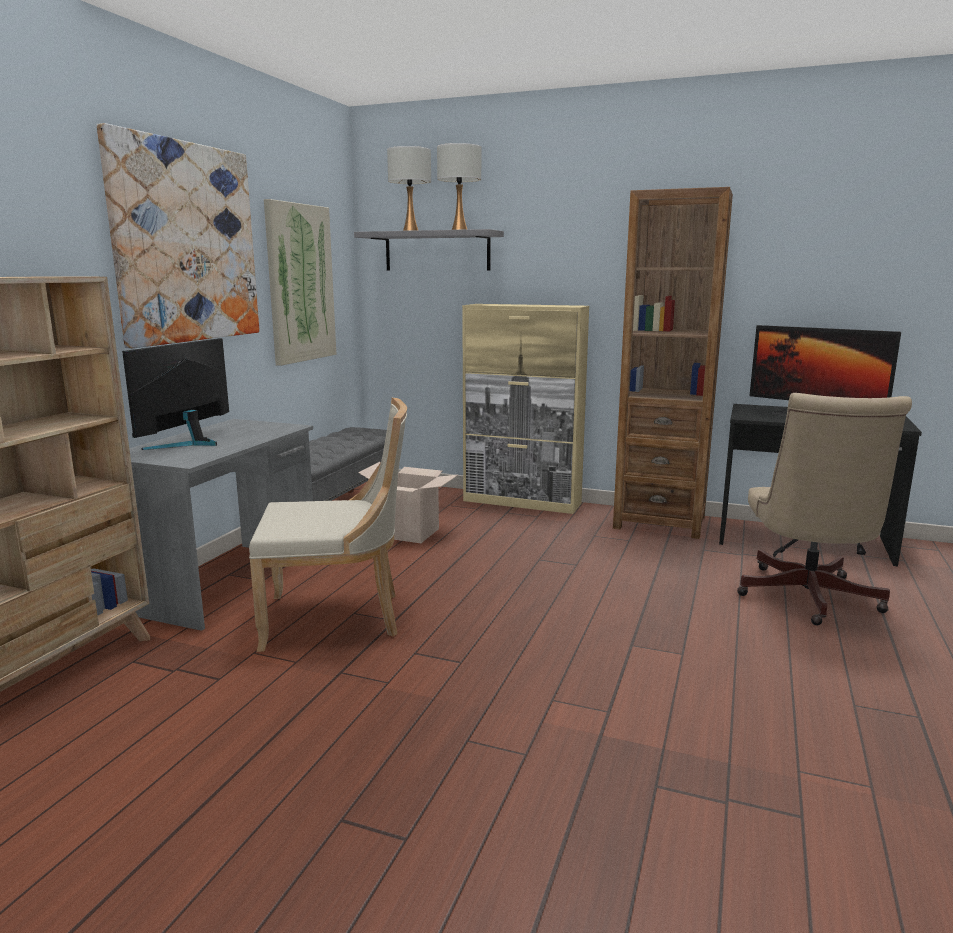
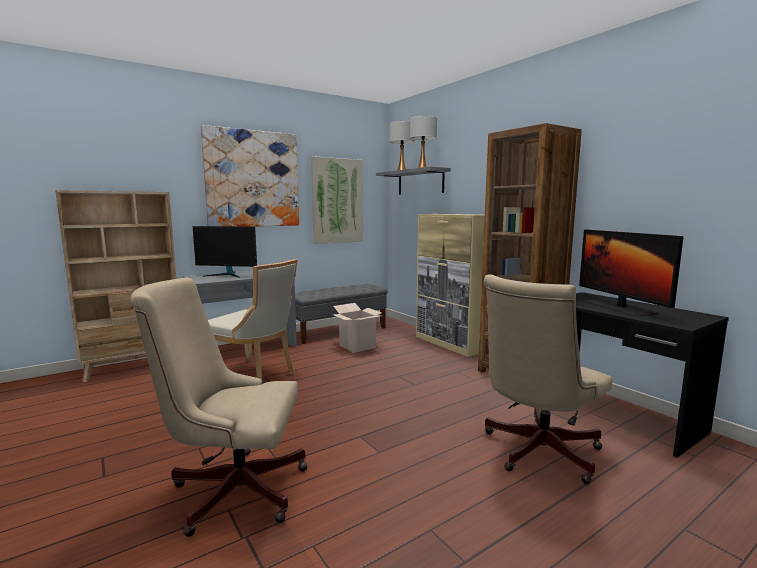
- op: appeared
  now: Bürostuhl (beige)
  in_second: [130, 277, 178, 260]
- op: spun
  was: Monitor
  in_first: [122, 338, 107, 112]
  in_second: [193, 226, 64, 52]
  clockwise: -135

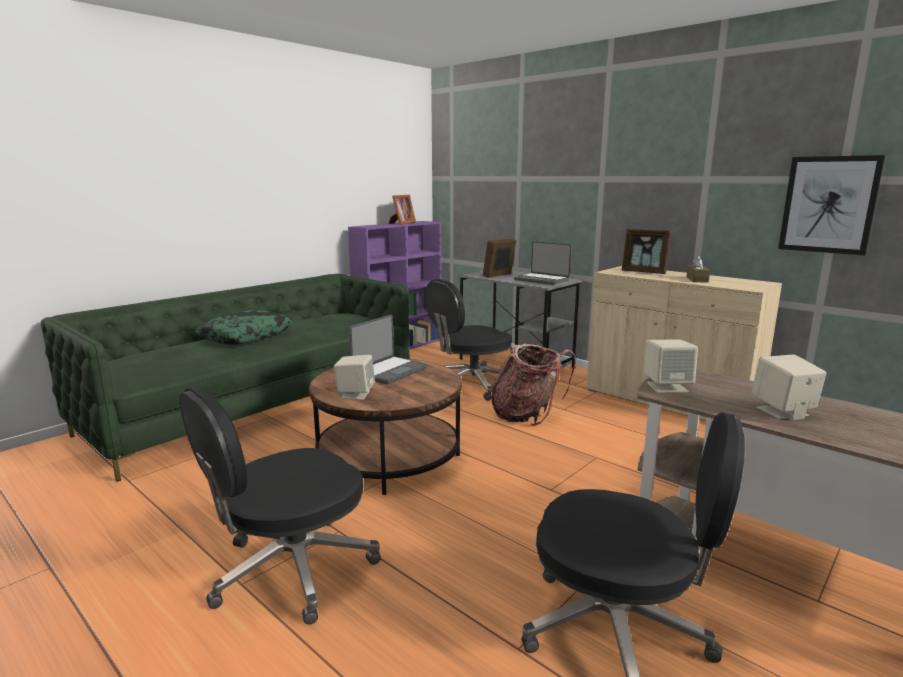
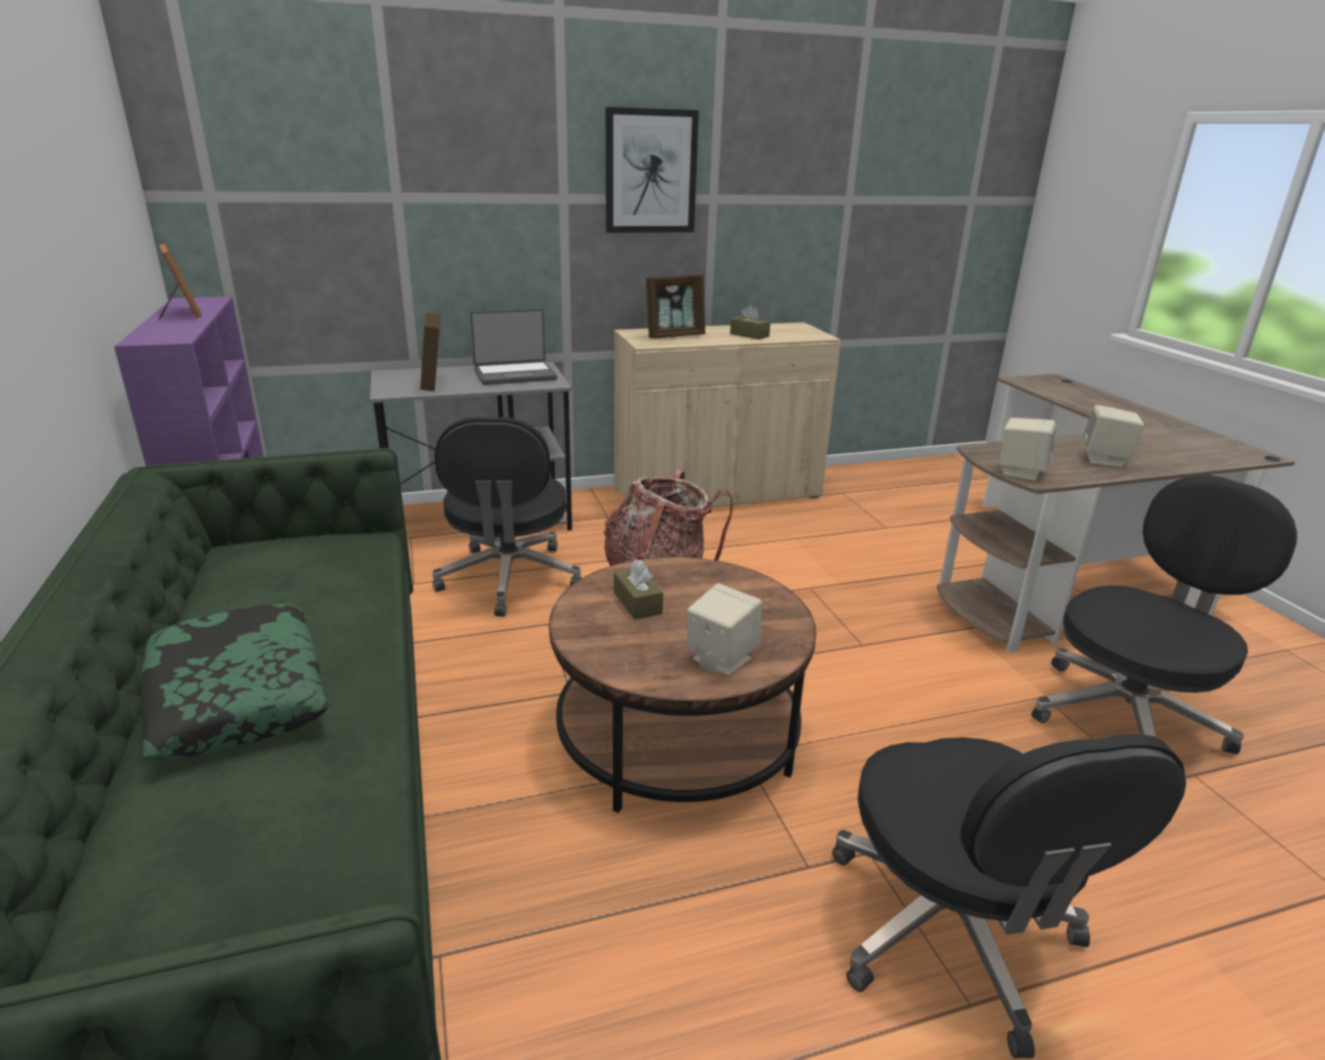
- op: relocated
  was: Bild
  in_first: [778, 155, 107, 100]
  in_second: [606, 107, 93, 126]
- op: exchanged
  was: Laptop
  now: Taschentuchbox (braun)
  in_first: [349, 315, 78, 69]
  in_second: [614, 559, 49, 61]

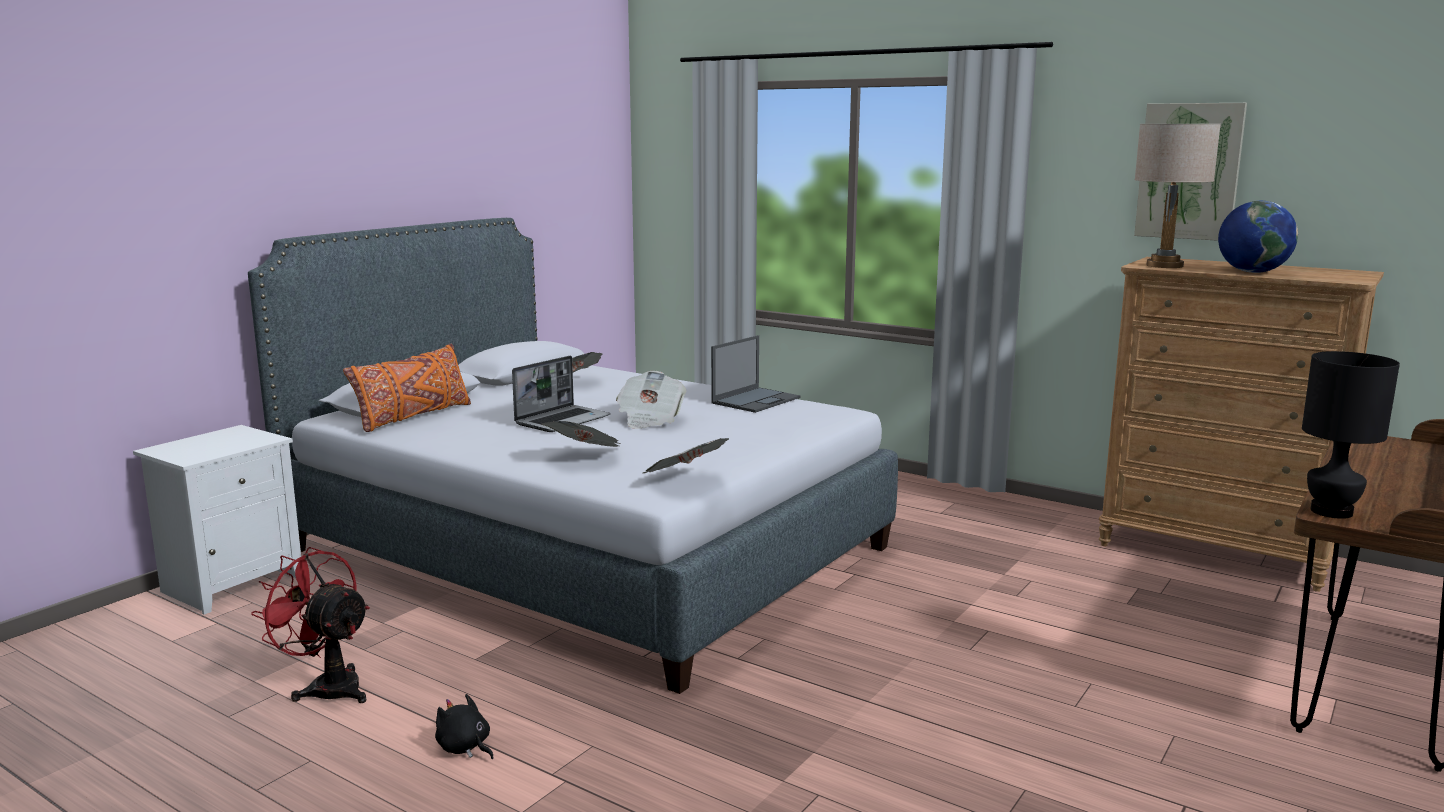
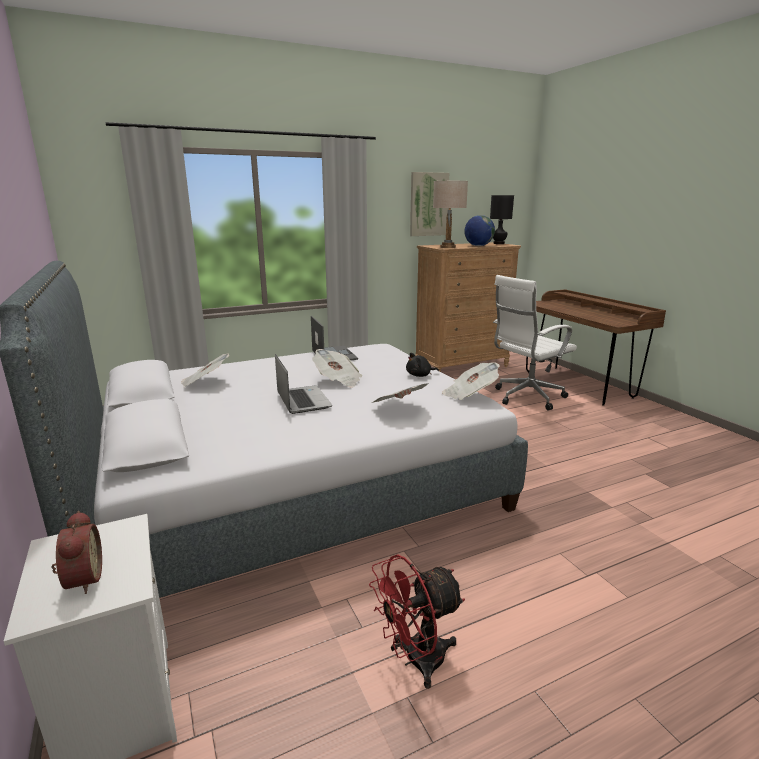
- op: missing
  was: Kissen (orange)
  in_first: [343, 344, 128, 88]
- op: appeared
  now: Wecker
  in_second: [52, 511, 50, 83]
- op: appeared
  now: Bürostuhl (weiß)
  in_second: [493, 275, 84, 136]
- op: relocated
  was: Plüschtier (schwarz)
  in_first: [435, 694, 59, 65]
  in_second: [406, 353, 33, 24]
- op: relocated
  was: Tischlampe (schwarz)
  in_first: [1302, 351, 98, 168]
  in_second: [490, 195, 24, 49]

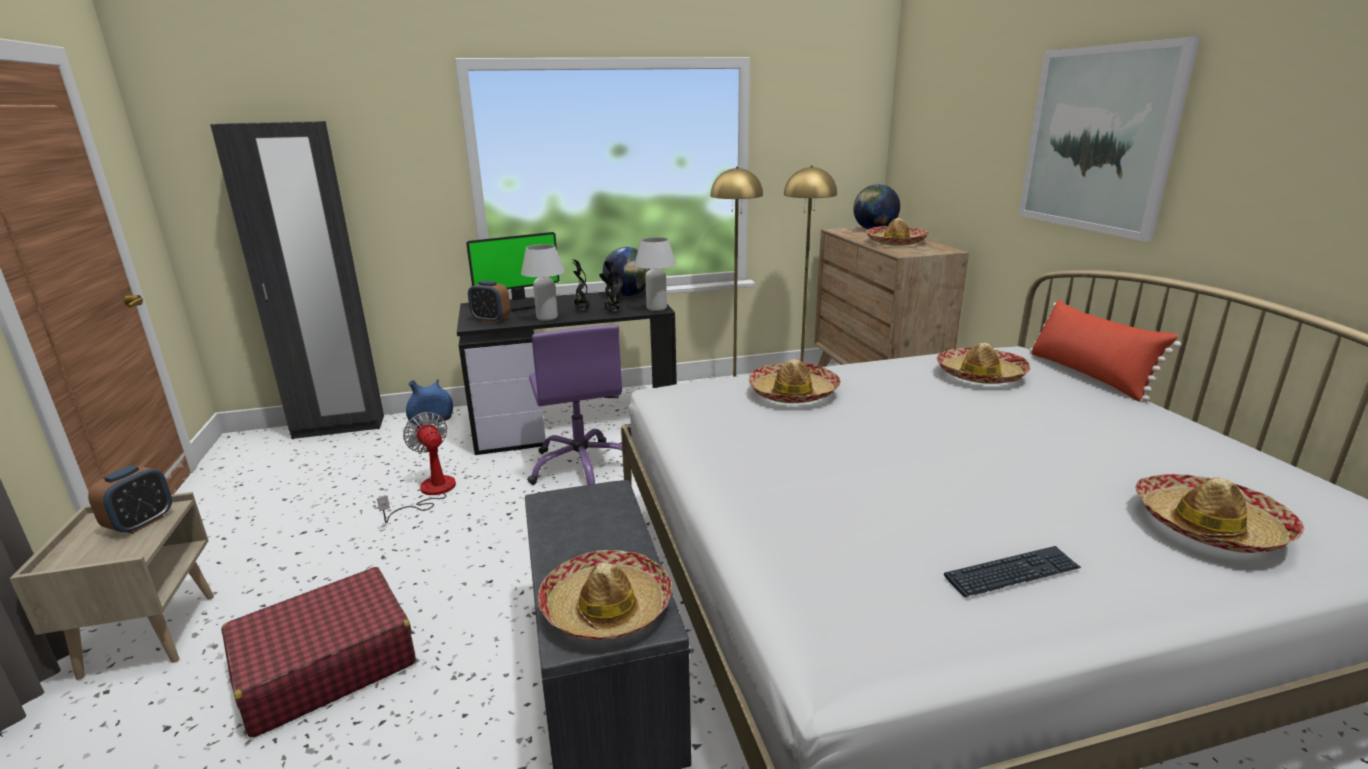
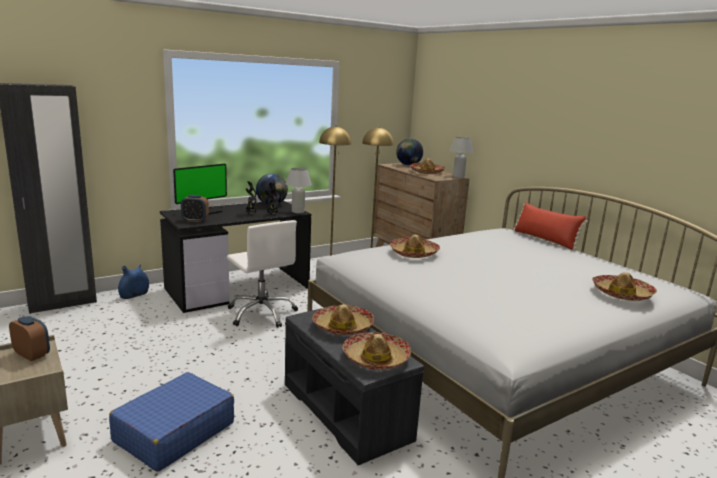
- op: missing
  was: Ventilator
  in_first: [377, 412, 79, 111]
- op: missing
  was: Tastatur
  in_first: [944, 546, 137, 51]
- op: missing
  was: Bild
  in_first: [1018, 37, 182, 204]
- op: relocated
  was: Tischlampe (weiß)
  in_first: [521, 244, 44, 77]
  in_second: [450, 137, 23, 41]
- op: relocated
  was: Hut
  in_first: [937, 343, 93, 41]
  in_second: [312, 304, 62, 31]
- op: colour
  was: Koffer (rot)
  now: Koffer (blau)
  in_first: [221, 567, 195, 171]
  in_second: [109, 372, 125, 100]
- op: colour
  was: Bürostuhl (lila)
  now: Bürostuhl (weiß)
  in_first: [527, 325, 95, 160]
  in_second: [227, 220, 71, 108]
- op: spun
  was: Wecker
  in_first: [88, 465, 84, 69]
  in_second: [9, 316, 41, 45]
  clockwise: -60

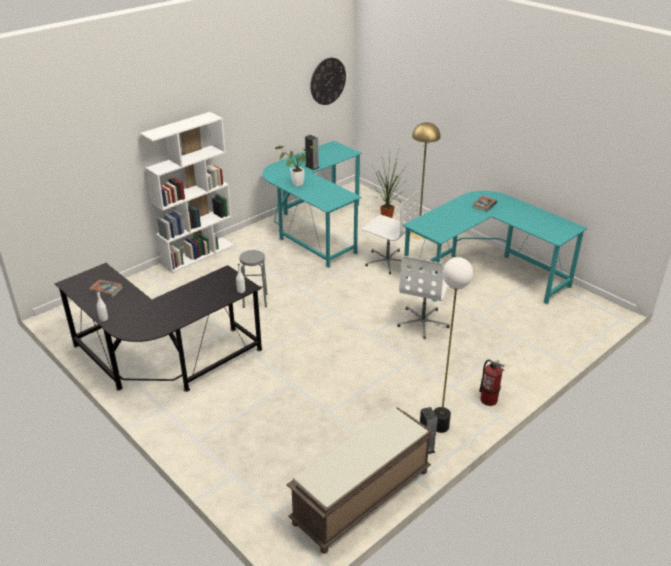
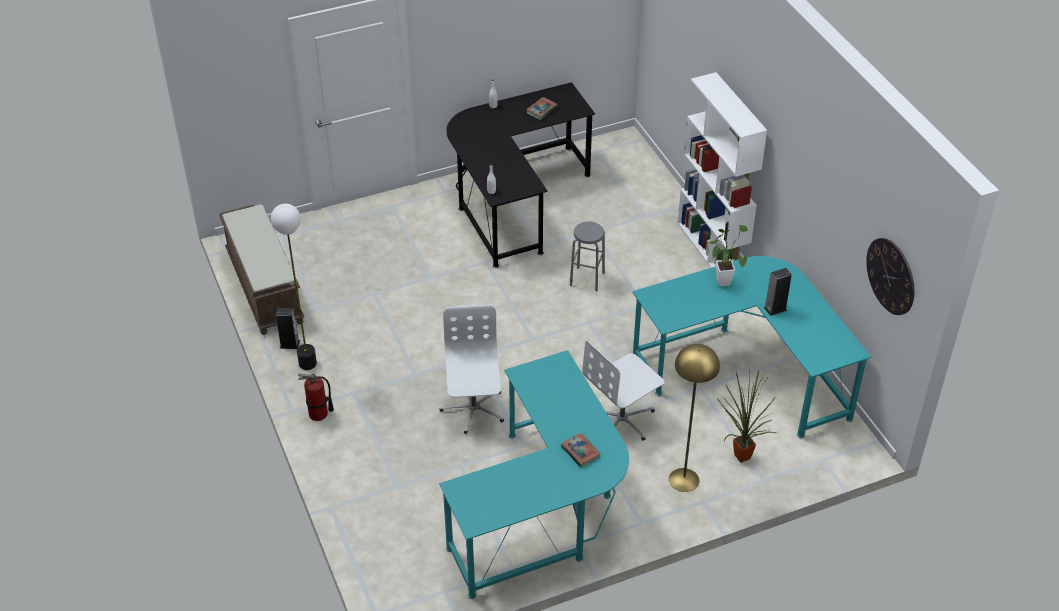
- op: spun
  was: Bürostuhl (weiß)
  in_first: [397, 256, 53, 83]
  in_second: [439, 304, 65, 130]
  clockwise: 45

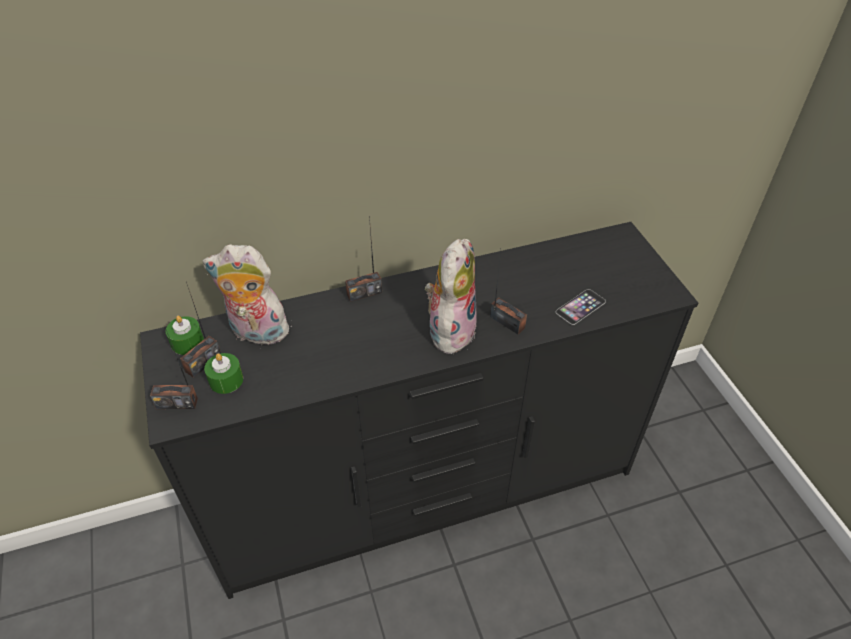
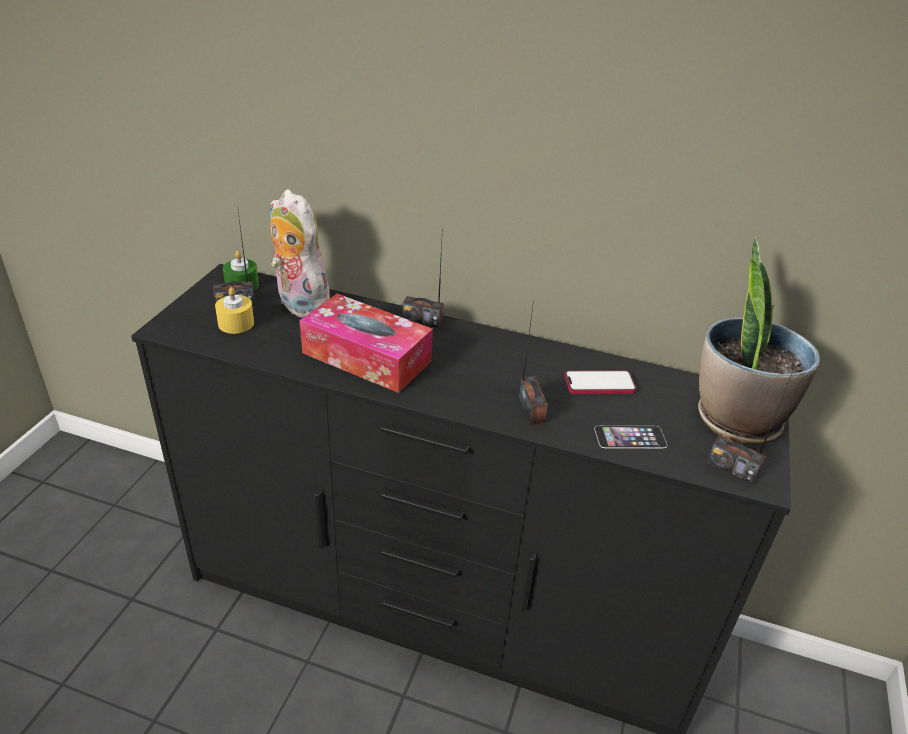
- op: missing
  was: Plüschtier
  in_first: [425, 239, 52, 115]
- op: appeared
  now: Taschentuchbox
  in_second: [300, 294, 133, 99]
- op: appeared
  now: Handy
  in_second: [564, 370, 73, 24]
- op: appeared
  now: Topfpflanze
  in_second: [698, 238, 122, 207]
- op: relocated
  was: Radio
  in_first: [150, 330, 48, 79]
  in_second: [707, 372, 86, 113]
- op: colour
  was: Kerze (grün)
  now: Kerze (gelb)
  in_first: [204, 353, 39, 41]
  in_second: [215, 287, 39, 47]

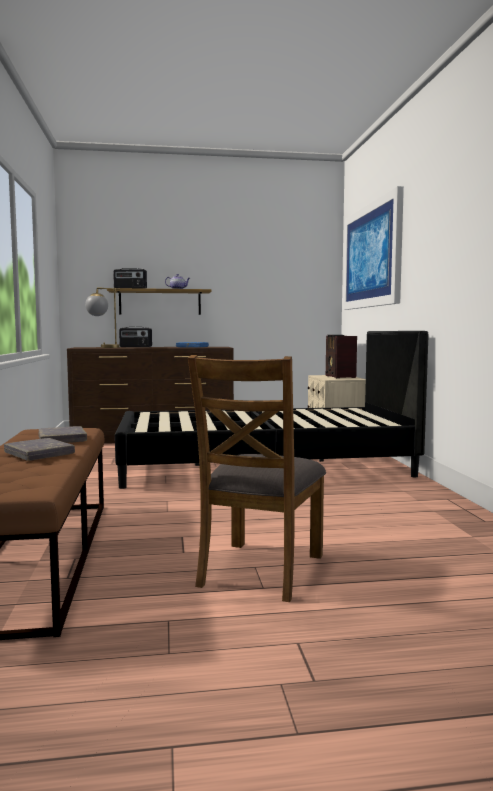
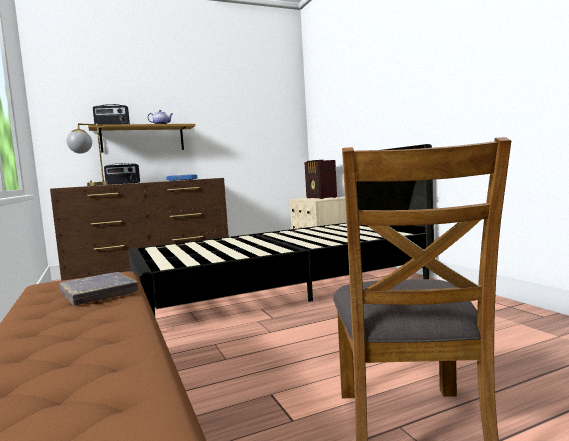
- op: missing
  was: Buch (grau)
  in_first: [4, 438, 71, 23]
- op: missing
  was: Bild
  in_first: [343, 186, 61, 124]

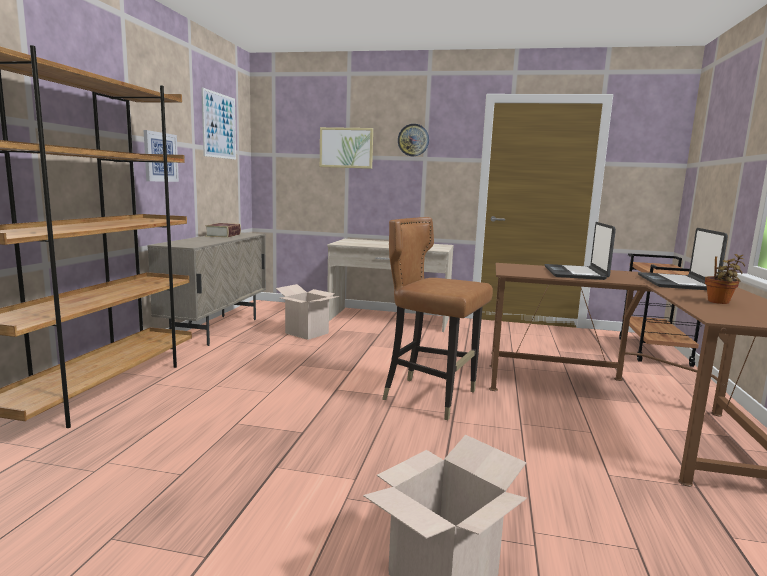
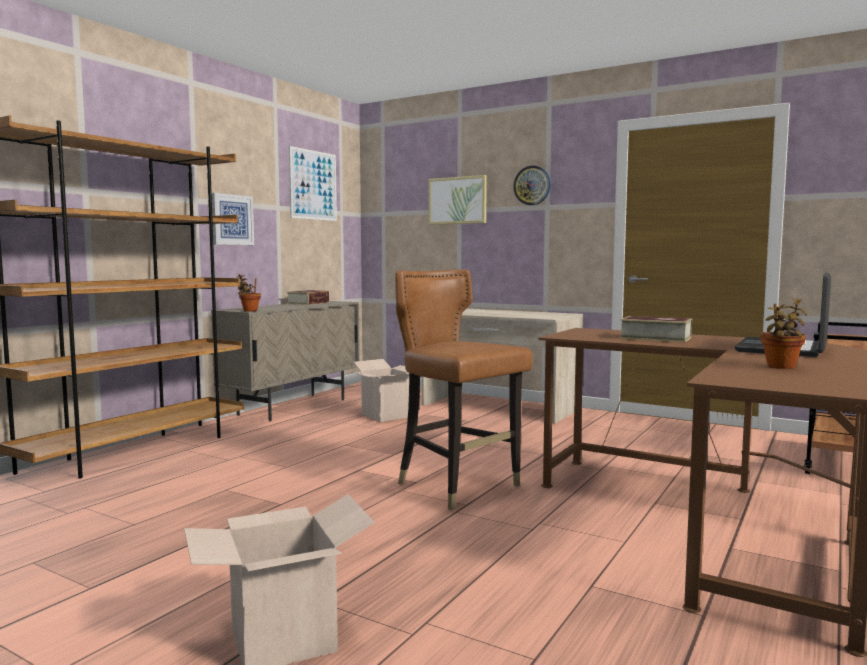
- op: appeared
  now: Topfpflanze
  in_second: [237, 274, 24, 38]
- op: exchanged
  was: Laptop
  now: Buch
  in_first: [544, 222, 72, 58]
  in_second: [620, 316, 72, 26]

